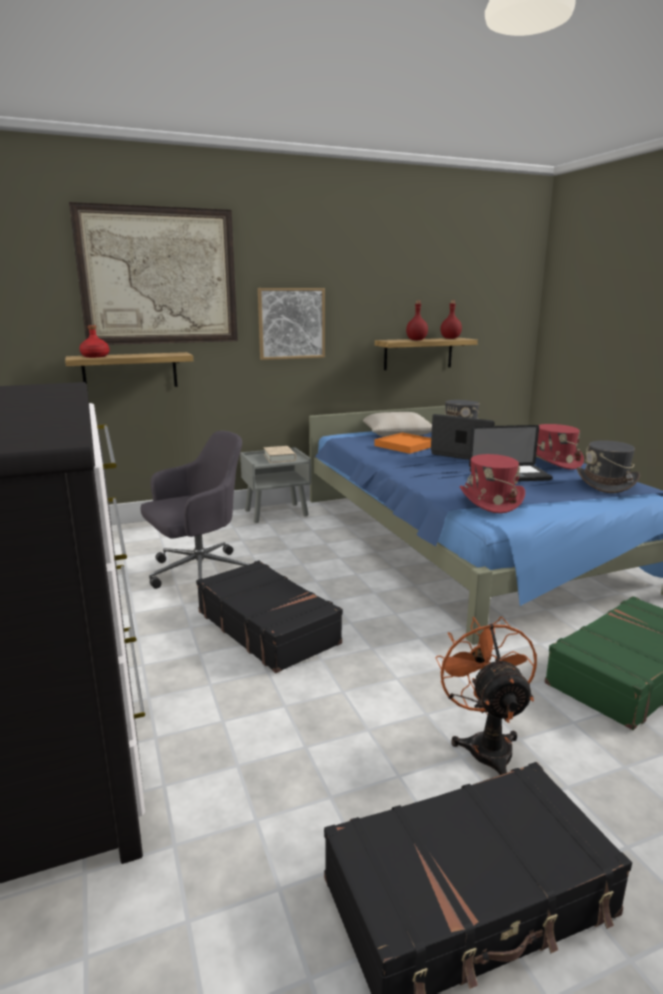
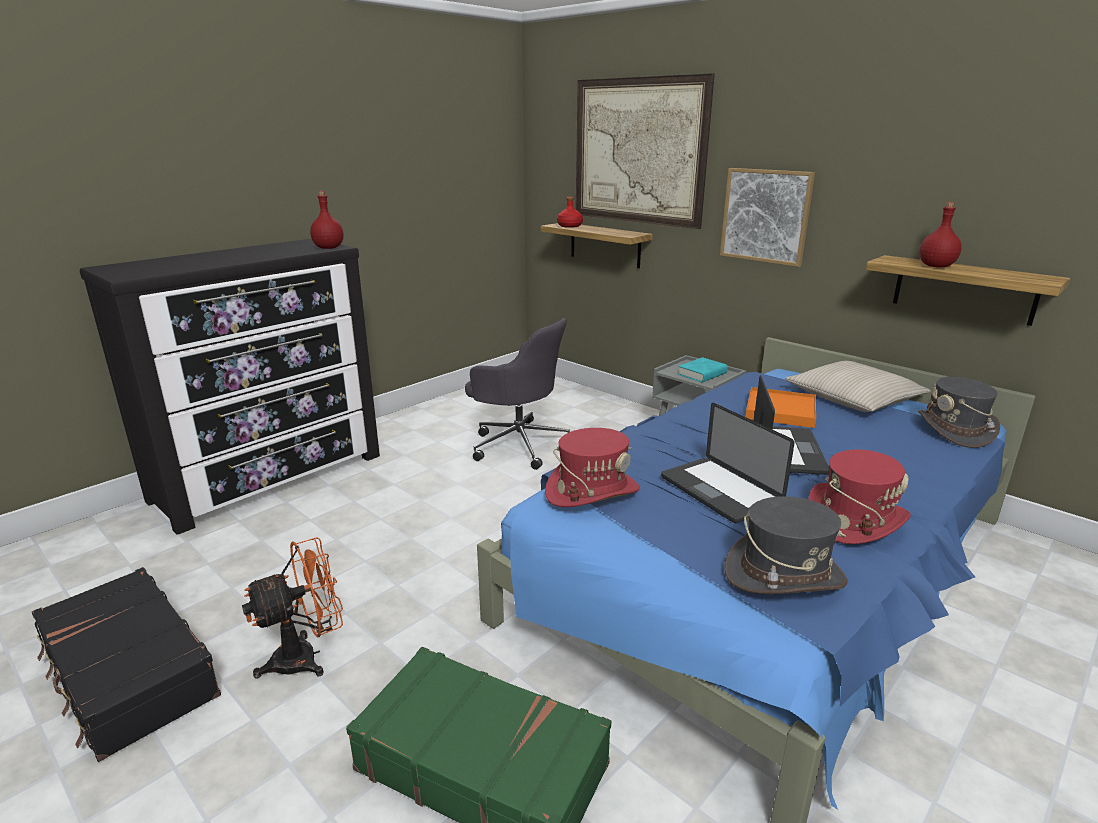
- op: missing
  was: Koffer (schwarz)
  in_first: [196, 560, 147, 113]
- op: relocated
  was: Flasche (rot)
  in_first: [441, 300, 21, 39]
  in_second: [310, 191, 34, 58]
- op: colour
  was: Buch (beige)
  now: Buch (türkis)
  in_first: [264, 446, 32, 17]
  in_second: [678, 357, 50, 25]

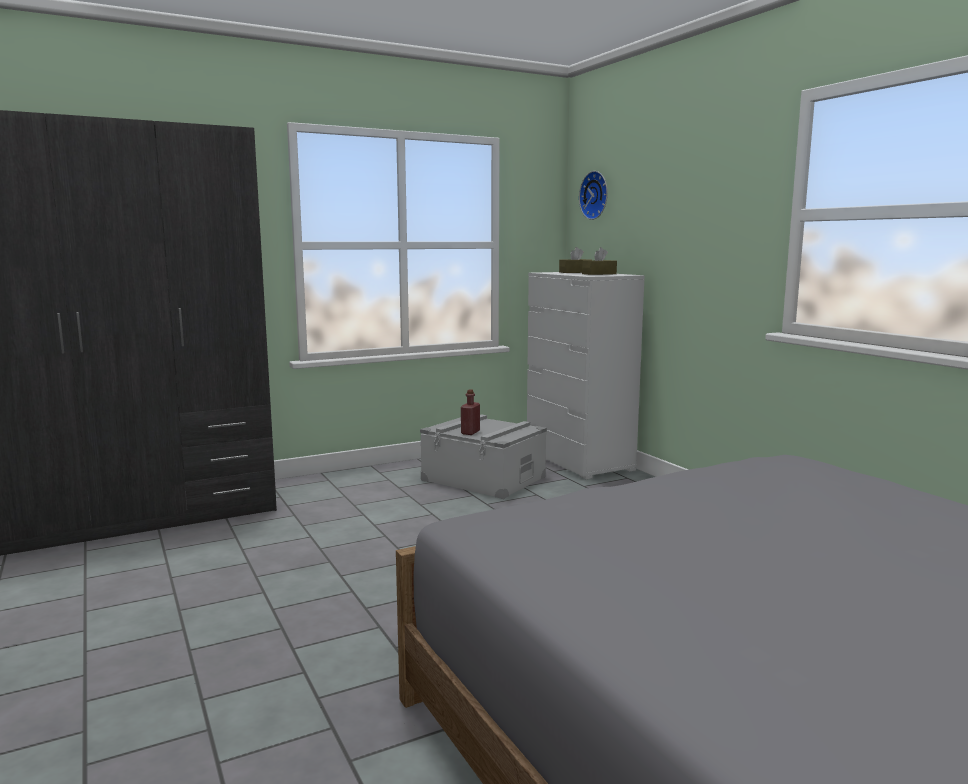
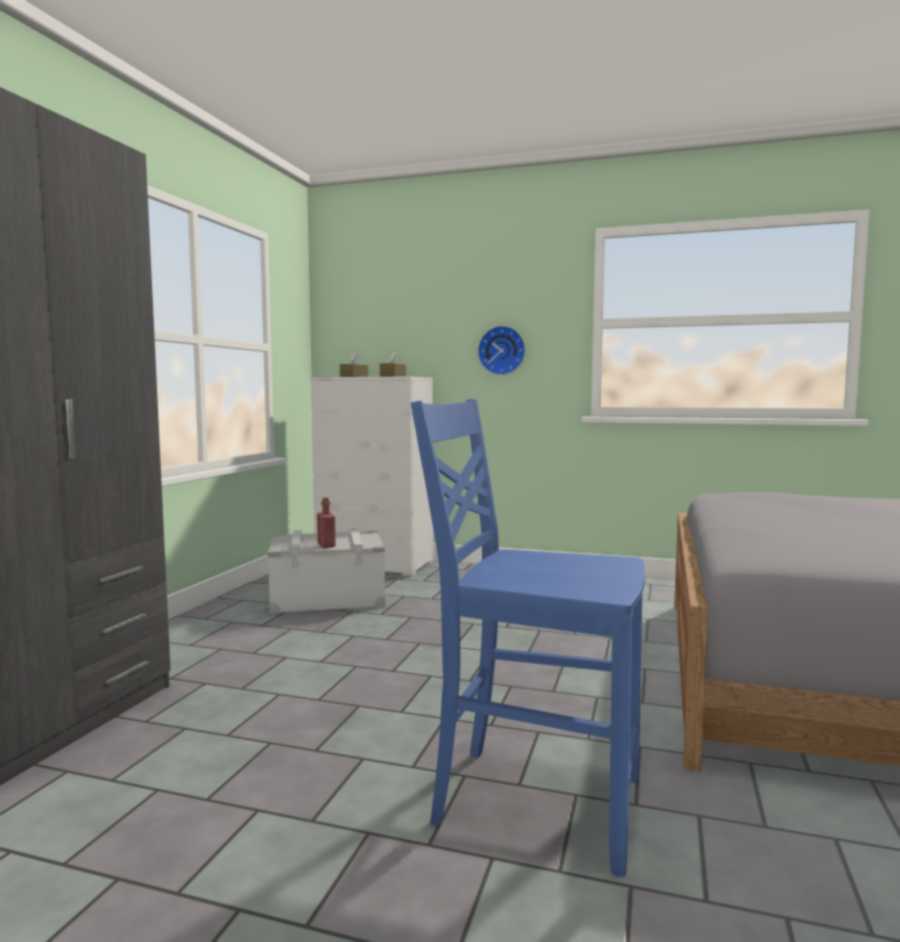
- op: appeared
  now: Stuhl (blau)
  in_second: [411, 399, 234, 478]
- op: relocated
  was: Wanduhr
  in_first: [579, 171, 29, 49]
  in_second: [478, 326, 48, 49]

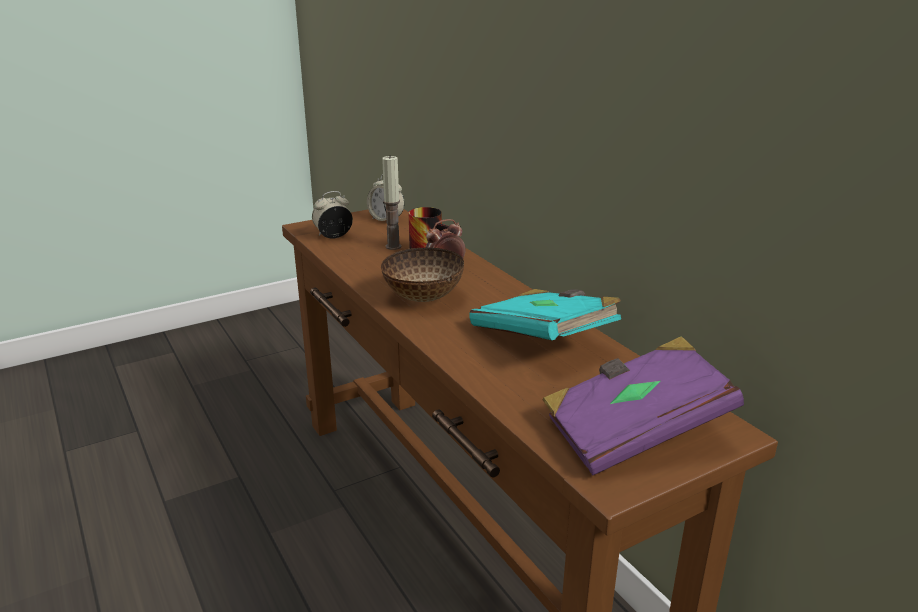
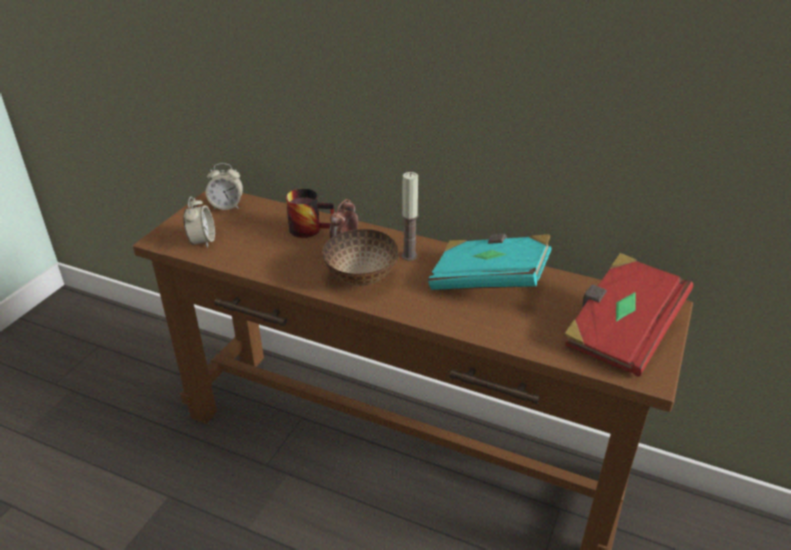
- op: relocated
  was: Kerze
  in_first: [382, 156, 19, 94]
  in_second: [402, 172, 16, 89]
- op: colour
  was: Buch (lila)
  now: Buch (rot)
  in_first: [542, 336, 202, 140]
  in_second: [563, 253, 130, 124]
- op: spun
  was: Wecker
  in_first: [312, 191, 41, 48]
  in_second: [184, 196, 31, 52]
  clockwise: 150

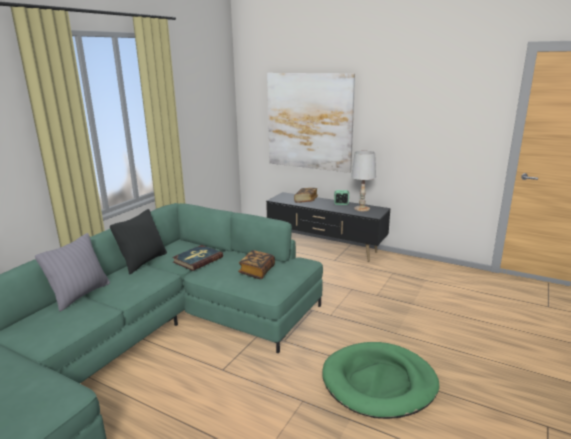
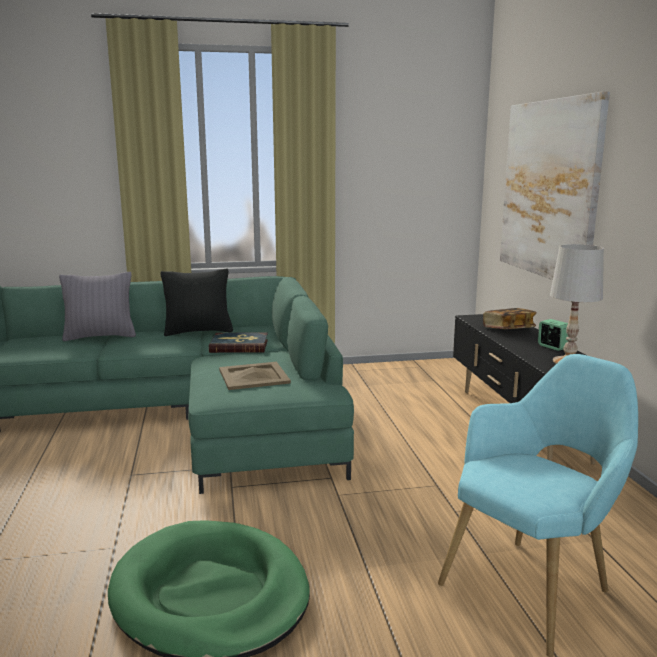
- op: appeared
  now: Sessel (türkis)
  in_second: [438, 354, 200, 303]
- op: exchanged
  was: Buch
  now: Tablett (beige)
  in_first: [238, 250, 37, 29]
  in_second: [219, 362, 72, 28]

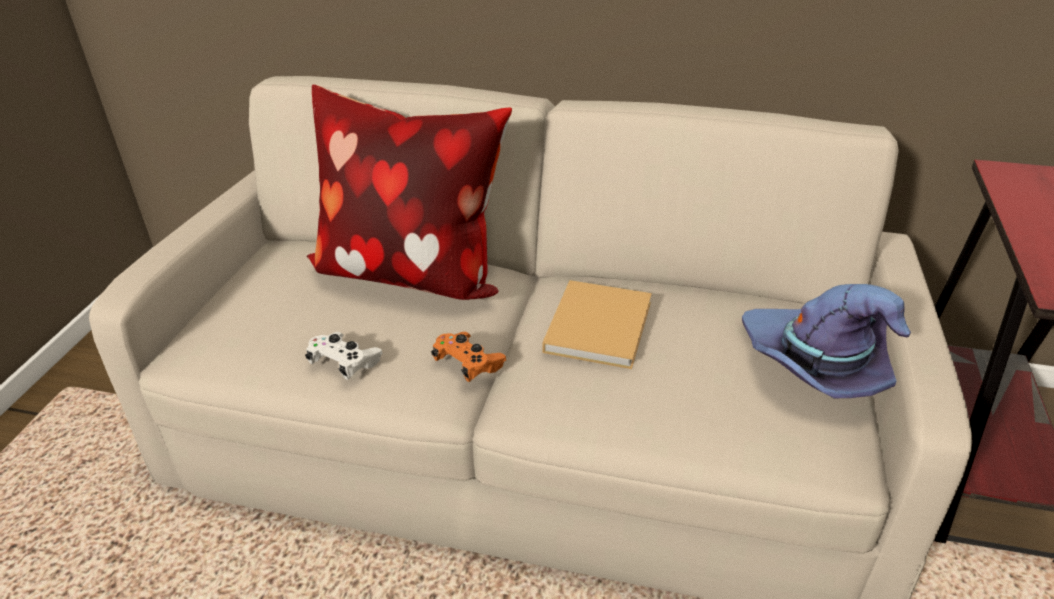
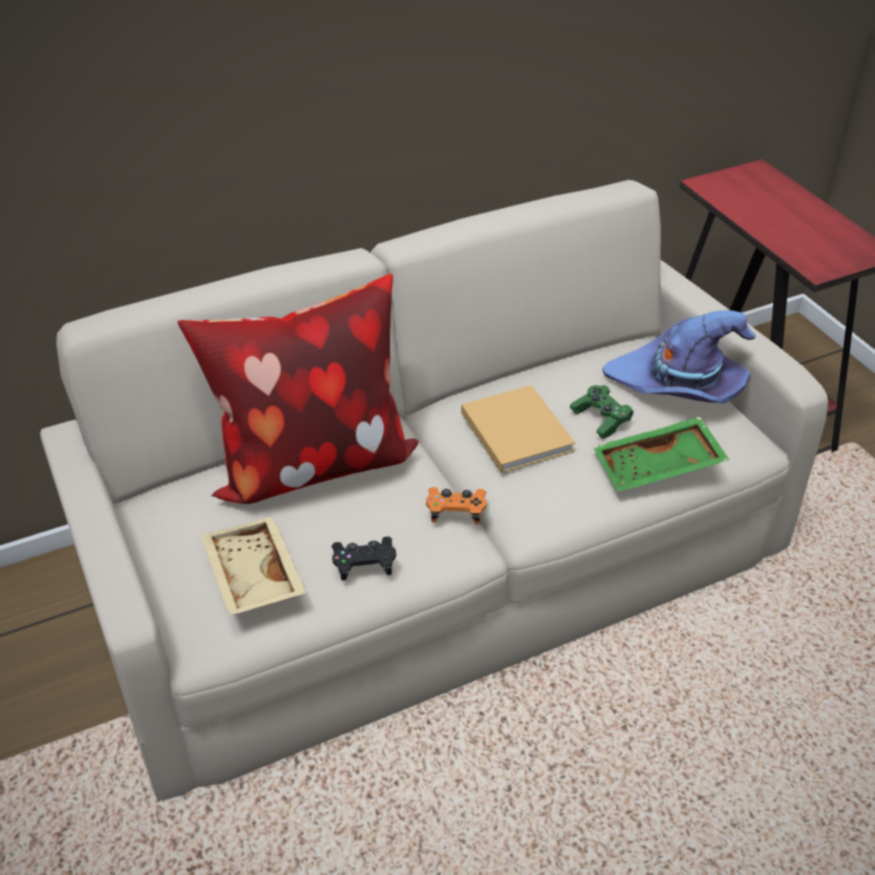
- op: appeared
  now: Tablett (beige)
  in_second: [201, 516, 105, 100]
- op: appeared
  now: Gamepad (grün)
  in_second: [570, 385, 64, 54]
- op: appeared
  now: Tablett (grün)
  in_second: [593, 416, 136, 76]
- op: colour
  was: Gamepad (weiß)
  now: Gamepad (schwarz)
  in_first: [305, 332, 78, 48]
  in_second: [331, 537, 65, 44]

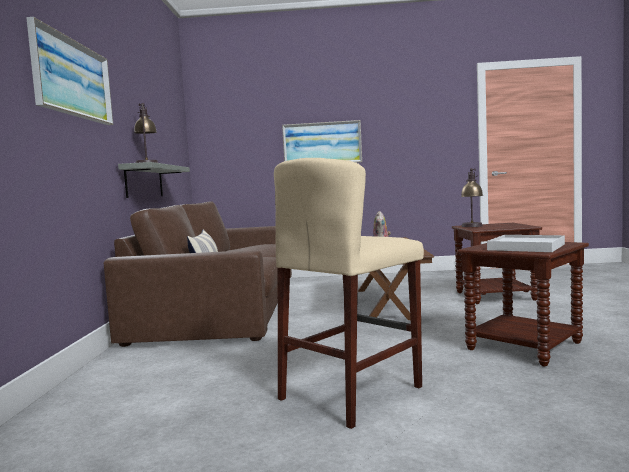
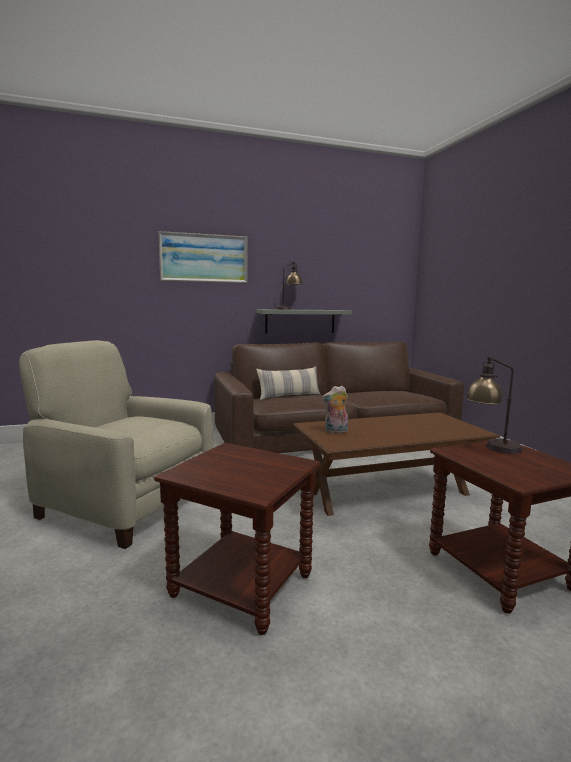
- op: missing
  was: Bild
  in_first: [282, 120, 80, 43]
- op: missing
  was: Tablett (weiß)
  in_first: [487, 235, 78, 17]
- op: exchanged
  was: Hocker (beige)
  now: Sessel (beige)
  in_first: [274, 158, 150, 271]
  in_second: [19, 340, 194, 209]

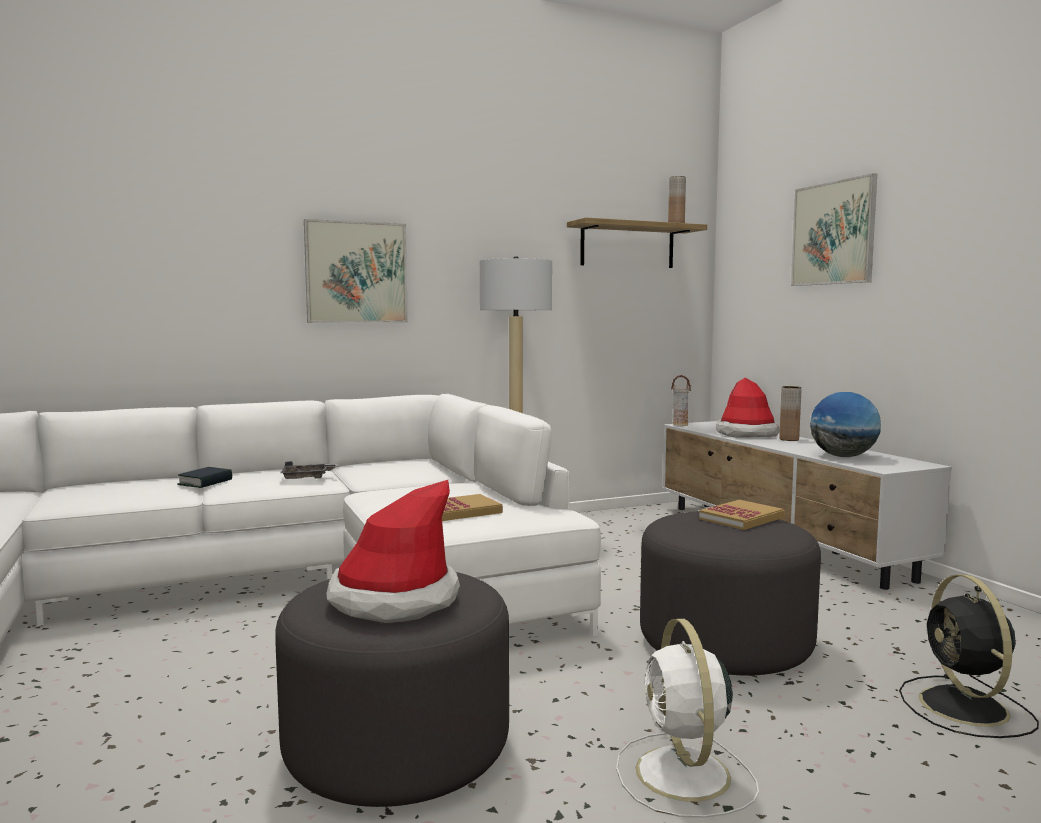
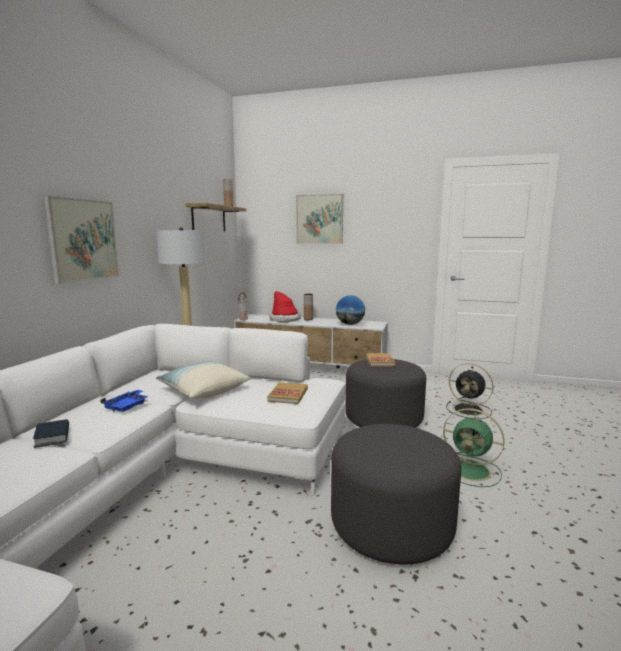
- op: missing
  was: Hut
  in_first: [326, 480, 134, 143]
- op: appeared
  now: Kissen
  in_second: [155, 361, 96, 38]
- op: colour
  was: Tablett (grau)
  now: Tablett (blau)
  in_first: [281, 461, 58, 18]
  in_second: [100, 390, 49, 22]
- op: colour
  was: Ventilator (weiß)
  now: Ventilator (grün)
  in_first: [616, 619, 143, 199]
  in_second: [443, 408, 62, 79]

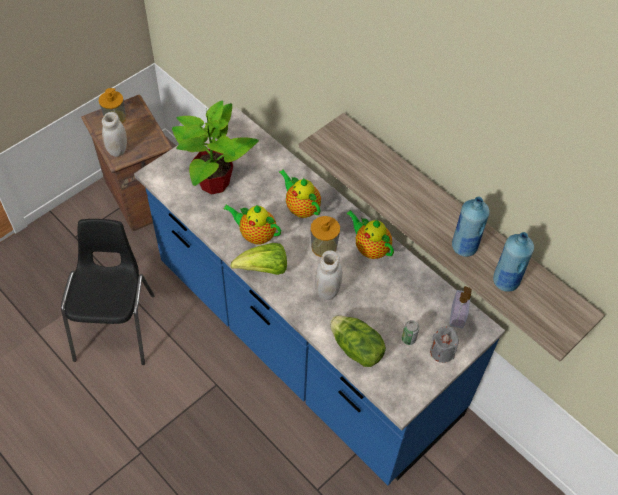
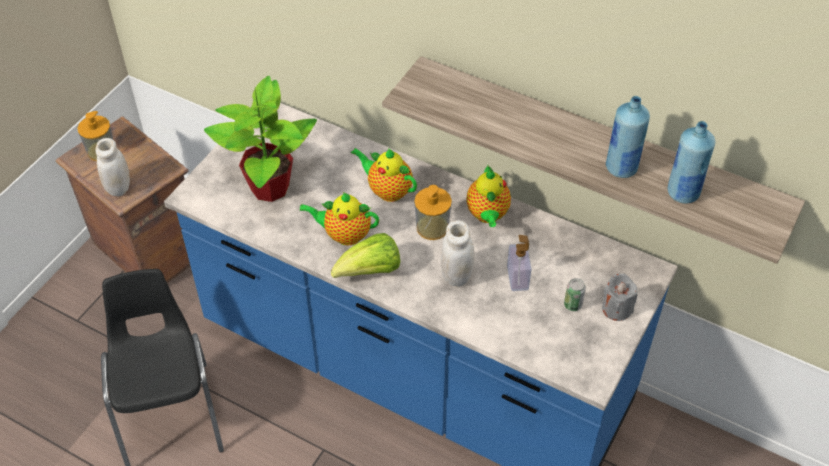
- op: missing
  was: Salatkopf
  in_first: [330, 315, 56, 52]
- op: relocated
  was: Seifenspender
  in_first: [449, 286, 23, 42]
  in_second: [507, 235, 25, 56]
- op: spun
  was: Teekanne
  in_first: [346, 210, 48, 49]
  in_second: [466, 165, 45, 62]
  clockwise: -120

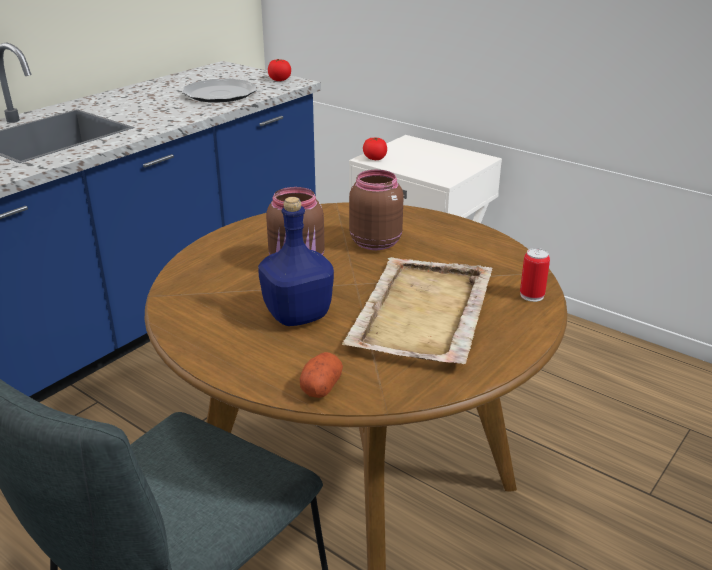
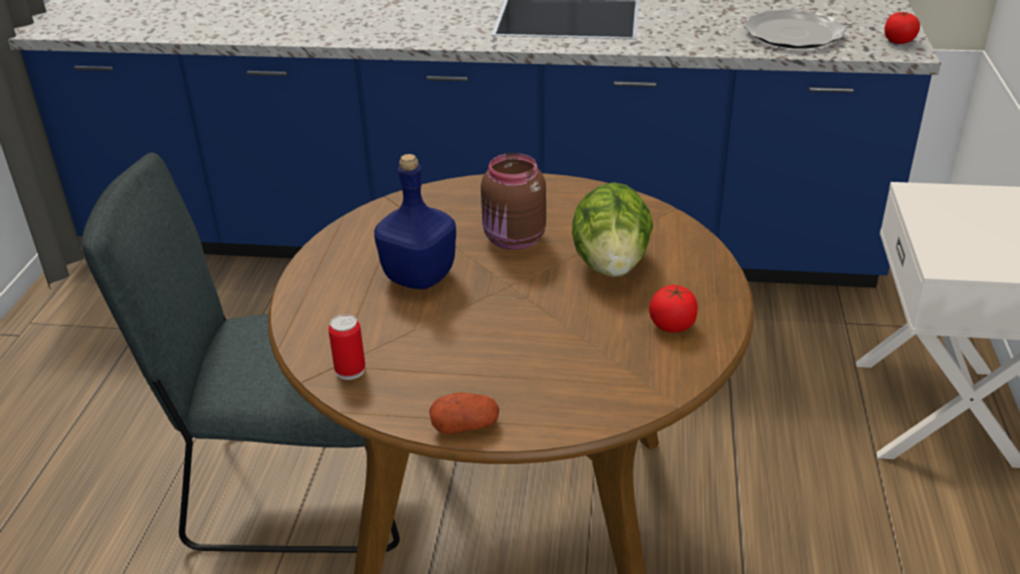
- op: missing
  was: Tablett (beige)
  in_first: [342, 257, 150, 107]
- op: relocated
  was: Kartoffel
  in_first: [300, 352, 43, 46]
  in_second: [429, 392, 70, 42]
- op: relocated
  was: Tomate
  in_first: [363, 137, 24, 23]
  in_second: [649, 285, 49, 48]
- op: relocated
  was: Dose
  in_first: [520, 248, 30, 54]
  in_second: [328, 314, 37, 66]
- op: exchanged
  was: Vorratsglas (braun)
  now: Salatkopf
  in_first: [349, 170, 54, 80]
  in_second: [572, 182, 81, 95]

